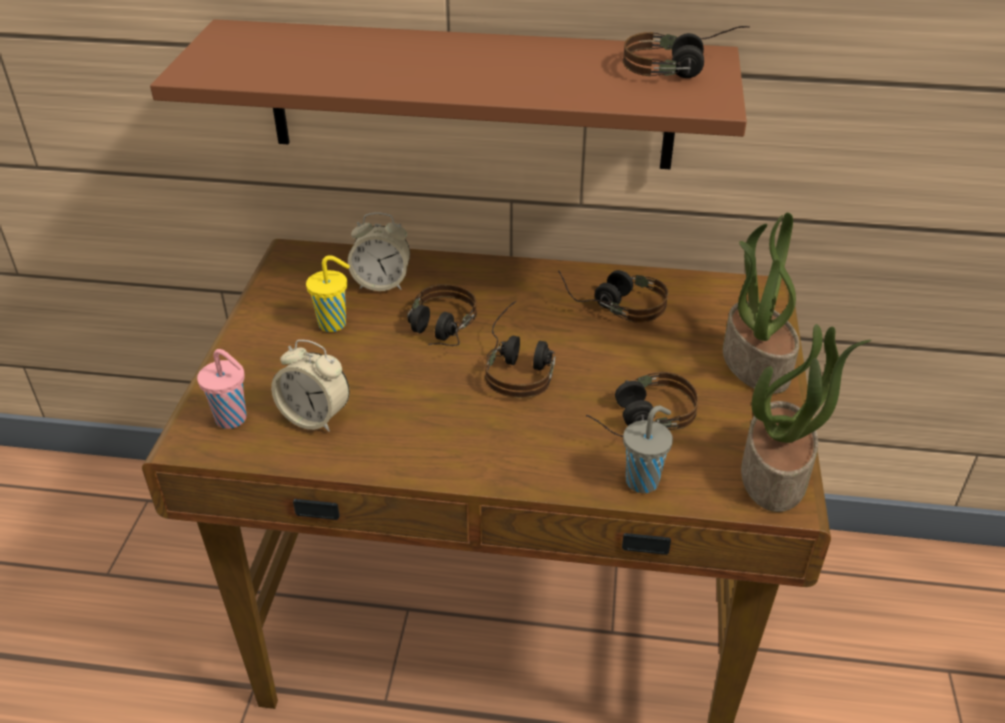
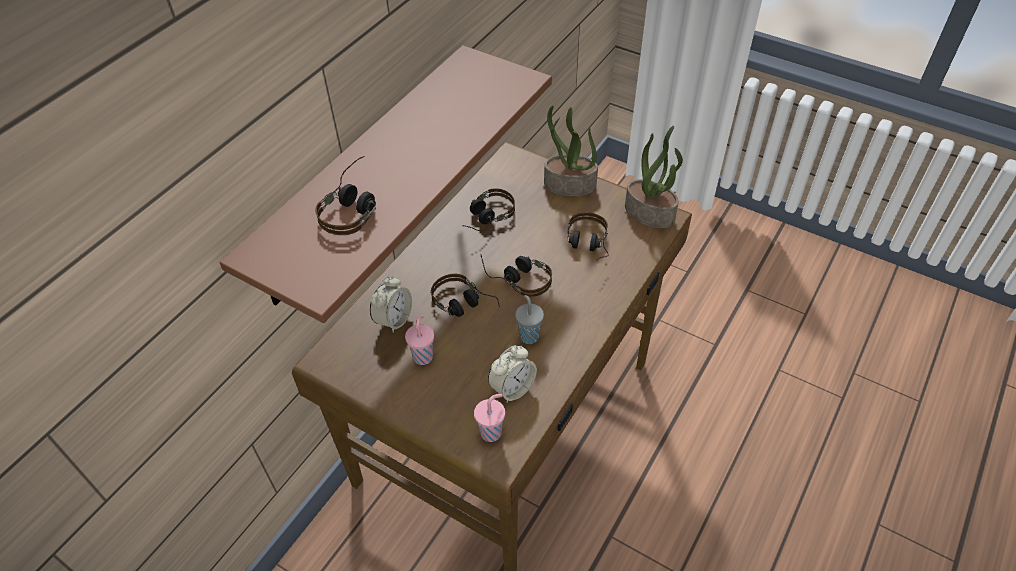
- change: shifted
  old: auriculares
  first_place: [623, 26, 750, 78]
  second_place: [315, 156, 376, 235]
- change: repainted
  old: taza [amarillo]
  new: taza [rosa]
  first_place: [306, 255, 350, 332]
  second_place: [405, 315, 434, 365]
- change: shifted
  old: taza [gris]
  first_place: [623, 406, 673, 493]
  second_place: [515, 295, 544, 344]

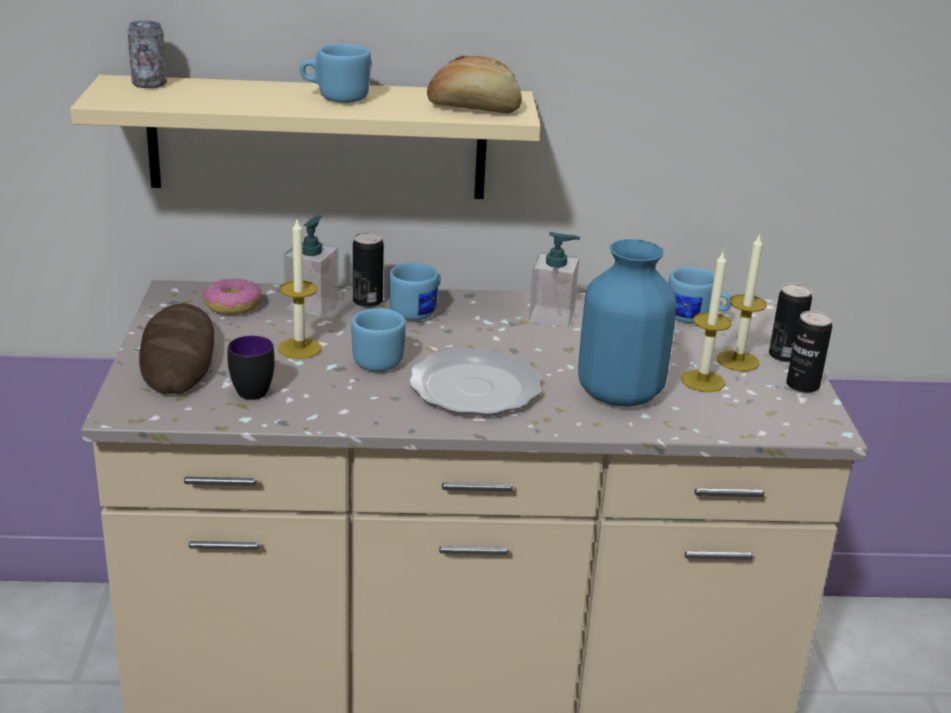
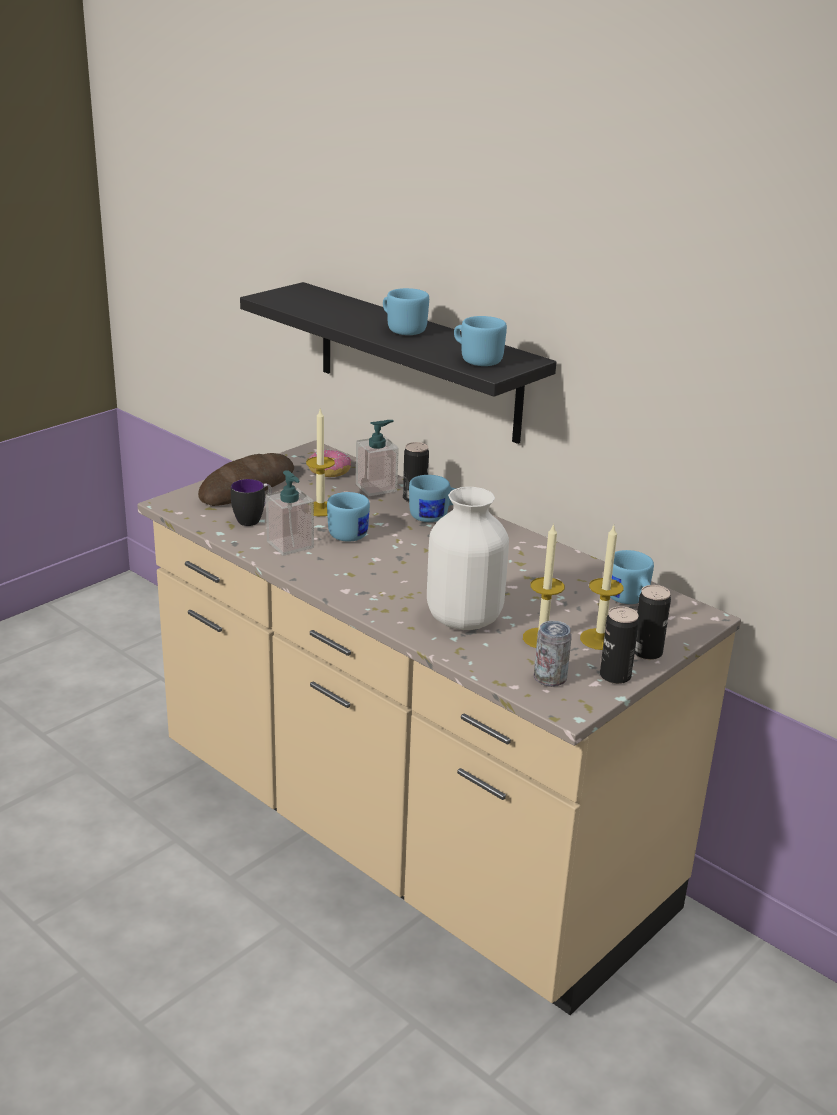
- change: repainted
  old: estante [beis]
  new: estante [negro]
  first_place: [70, 75, 541, 199]
  second_place: [240, 282, 556, 444]
- change: shifted
  old: dispensador de jabón
  first_place: [529, 232, 580, 327]
  second_place: [266, 470, 314, 556]
- change: repainted
  old: florero [azul]
  new: florero [blanco]
  first_place: [578, 239, 677, 407]
  second_place: [427, 487, 509, 630]
- change: swapped
  old: pan
  new: taza grande [azul]
  first_place: [427, 56, 522, 113]
  second_place: [454, 316, 507, 366]
- change: shifted
  old: lata
  first_place: [127, 20, 167, 88]
  second_place: [534, 621, 572, 687]
- change: gone
  old: plato
  first_place: [409, 348, 541, 415]

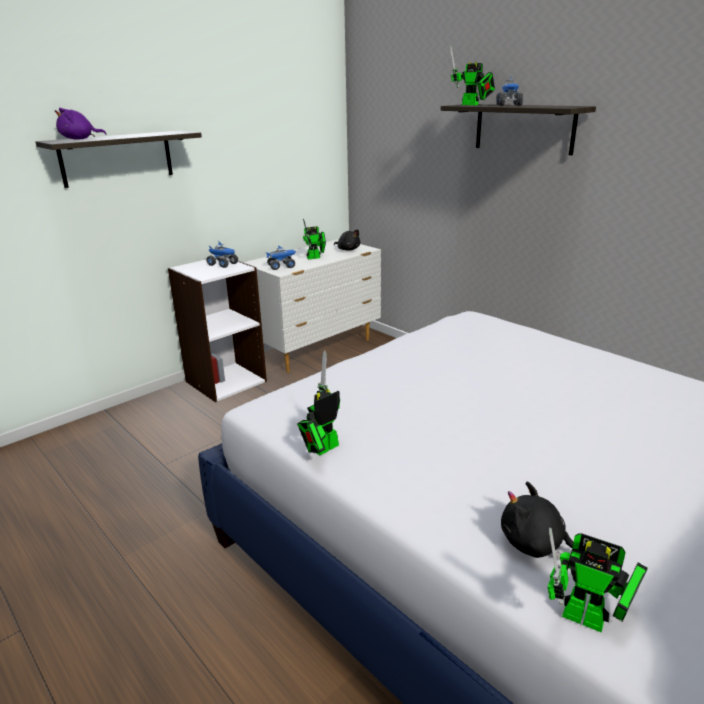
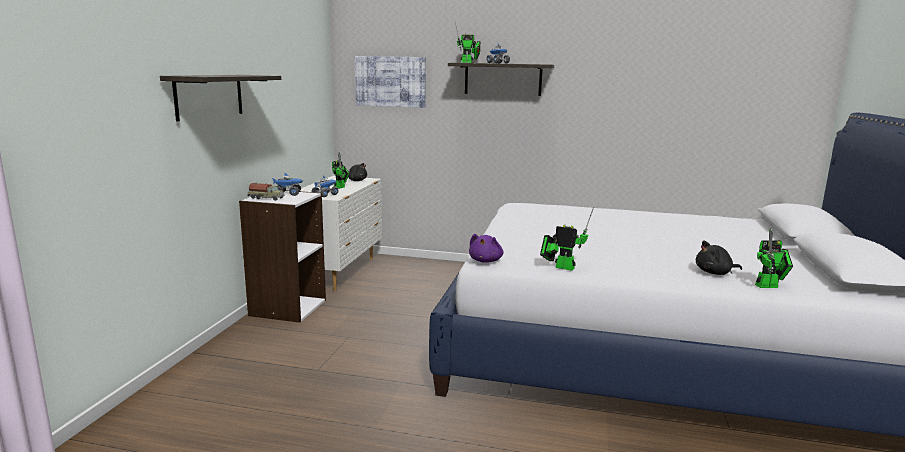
- change: new
  new: camión de juguete
  second_place: [247, 183, 285, 201]
- change: new
  new: cuadro
  second_place: [355, 56, 426, 108]
- change: shifted
  old: peluche [morado]
  first_place: [55, 108, 106, 139]
  second_place: [469, 234, 504, 263]
- change: rotated
  old: robot de juguete
  first_place: [297, 351, 340, 456]
  second_place: [540, 207, 594, 271]
  degrees: 105

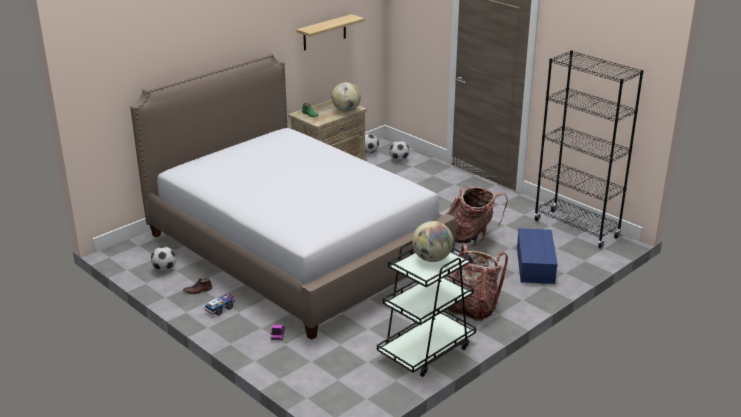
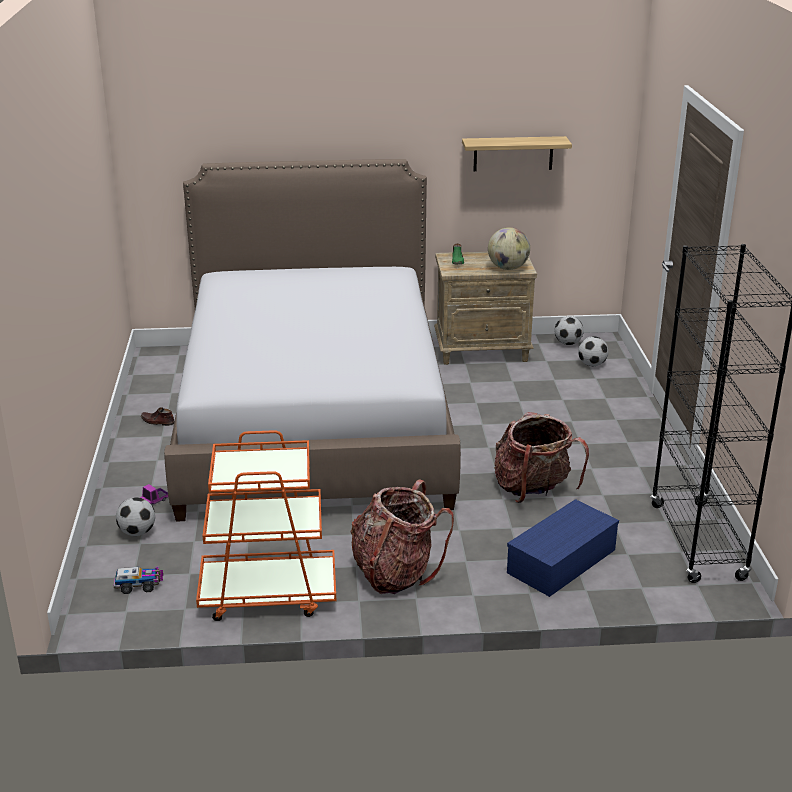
- change: shifted
  old: camión de juguete
  first_place: [205, 294, 235, 316]
  second_place: [114, 567, 163, 594]
- change: shifted
  old: balón de fútbol
  first_place: [151, 246, 176, 271]
  second_place: [116, 497, 155, 536]
- change: repainted
  old: carrito [negro]
  new: carrito [naranja]
  first_place: [377, 241, 476, 377]
  second_place: [196, 430, 336, 621]
- change: gone
  old: globo terráqueo
  first_place: [412, 221, 453, 262]

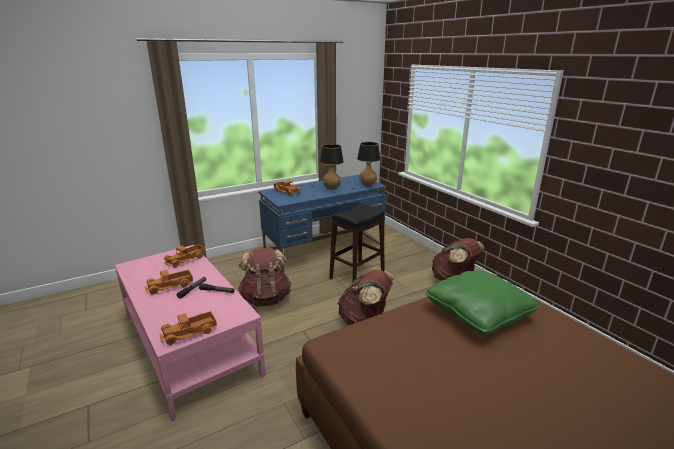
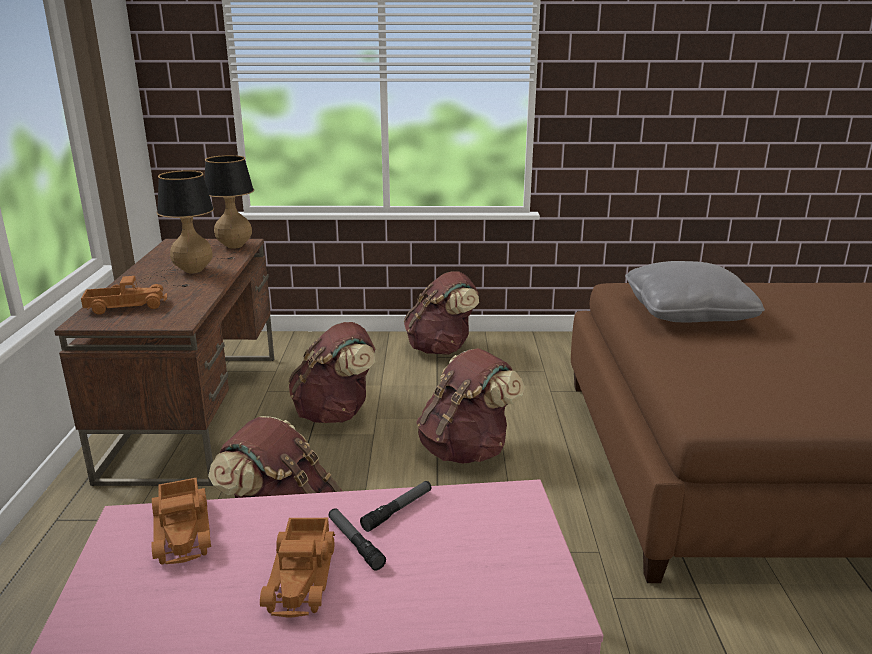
- change: repainted
  old: escritorio [azul]
  new: escritorio [marrón]
  first_place: [258, 174, 387, 273]
  second_place: [54, 239, 274, 486]
- change: swapped
  old: taburete [negro]
  new: mochila [marrón]
  first_place: [329, 204, 384, 281]
  second_place: [288, 322, 375, 423]
- change: repainted
  old: cojín [verde]
  new: cojín [gris]
  first_place: [425, 270, 540, 335]
  second_place: [625, 261, 765, 322]
- change: gone
  old: camión de juguete
  first_place: [160, 311, 217, 345]

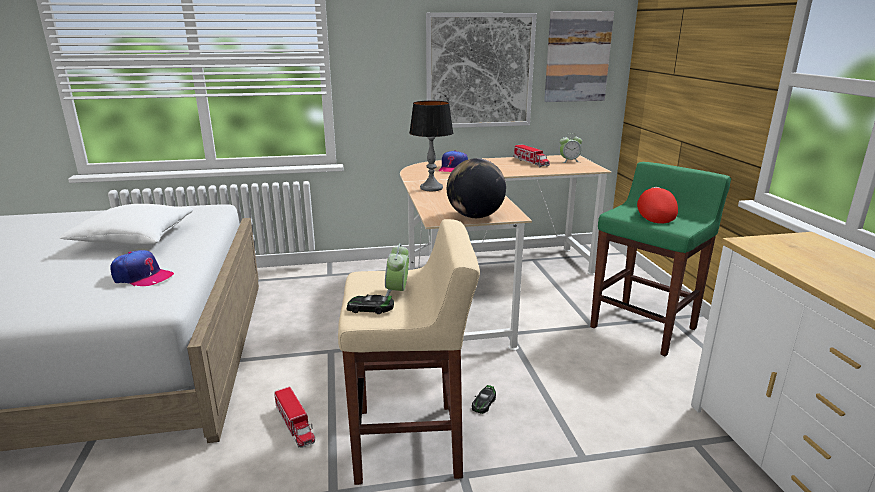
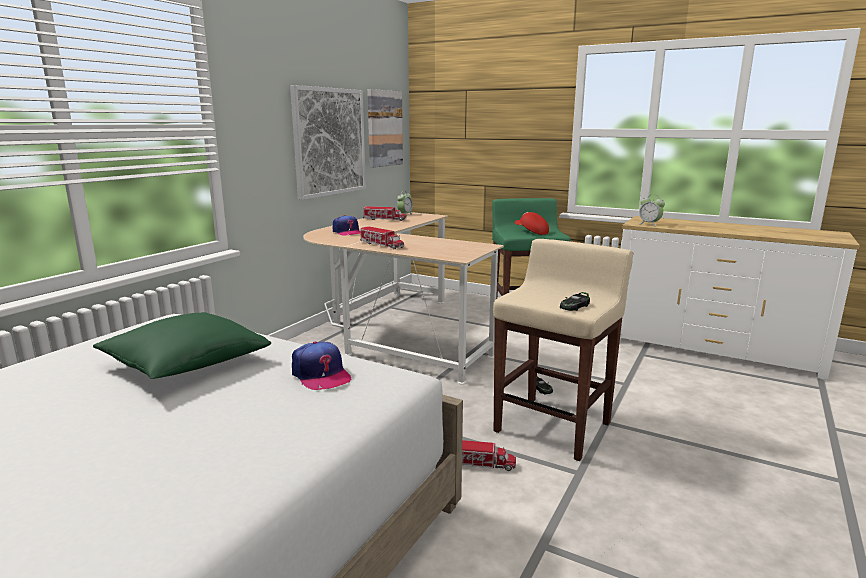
- change: repainted
  old: cojín [blanco]
  new: cojín [verde]
  first_place: [60, 204, 193, 245]
  second_place: [93, 312, 271, 379]
- change: rotated
  old: gorra
  first_place: [110, 250, 174, 286]
  second_place: [292, 341, 352, 390]
  degrees: 90
- change: swapped
  old: lámpara de mesa
  new: camión de juguete
  first_place: [409, 101, 453, 191]
  second_place: [360, 226, 404, 249]
- change: shifted
  old: despertador
  first_place: [385, 243, 409, 297]
  second_place: [639, 194, 665, 226]
- change: gone
  old: globo terráqueo
  first_place: [447, 158, 506, 218]

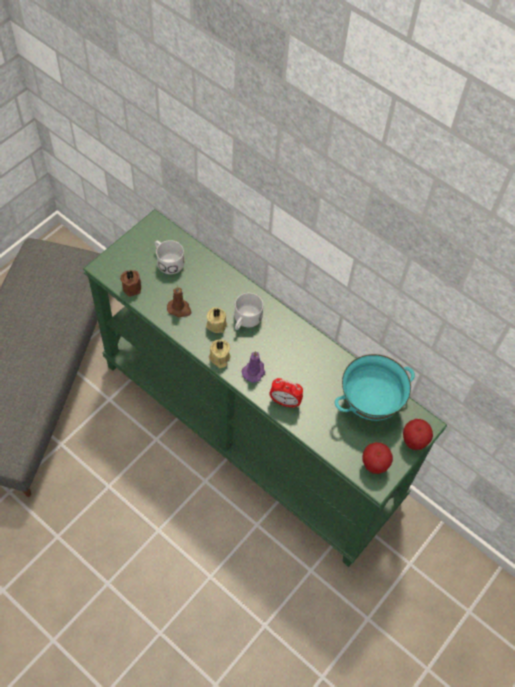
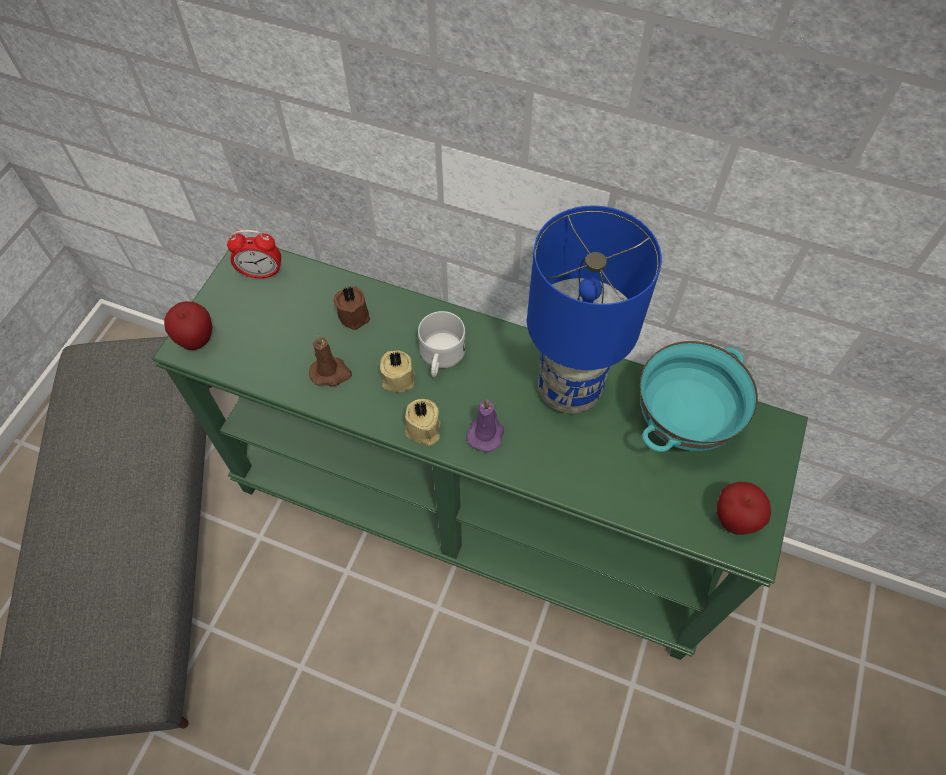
- change: shifted
  old: manzana
  first_place: [403, 419, 433, 450]
  second_place: [164, 301, 212, 350]
- change: shifted
  old: despertador
  first_place: [269, 378, 303, 408]
  second_place: [227, 230, 281, 278]
- change: shifted
  old: vela [marrón]
  first_place: [120, 270, 141, 296]
  second_place: [333, 286, 370, 330]
- change: new
  new: lámpara de mesa [azul]
  second_place: [527, 205, 662, 414]
- change: gone
  old: taza grande [blanco]
  first_place: [155, 240, 184, 274]

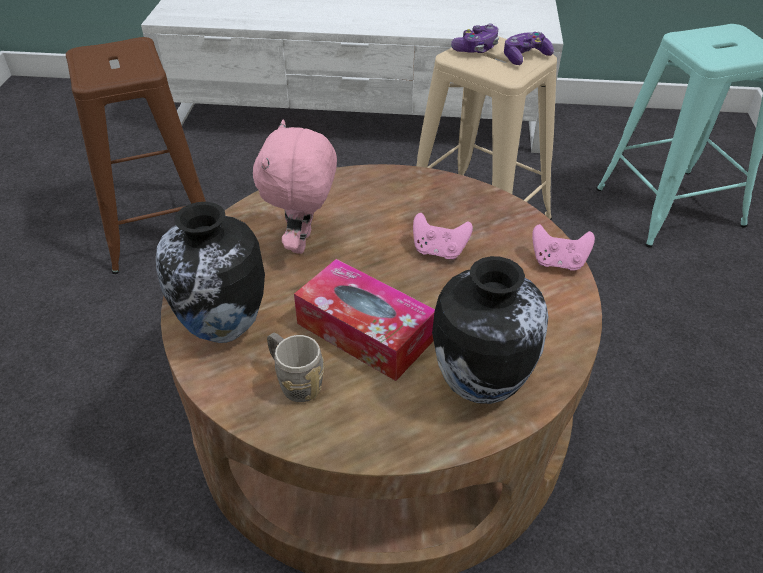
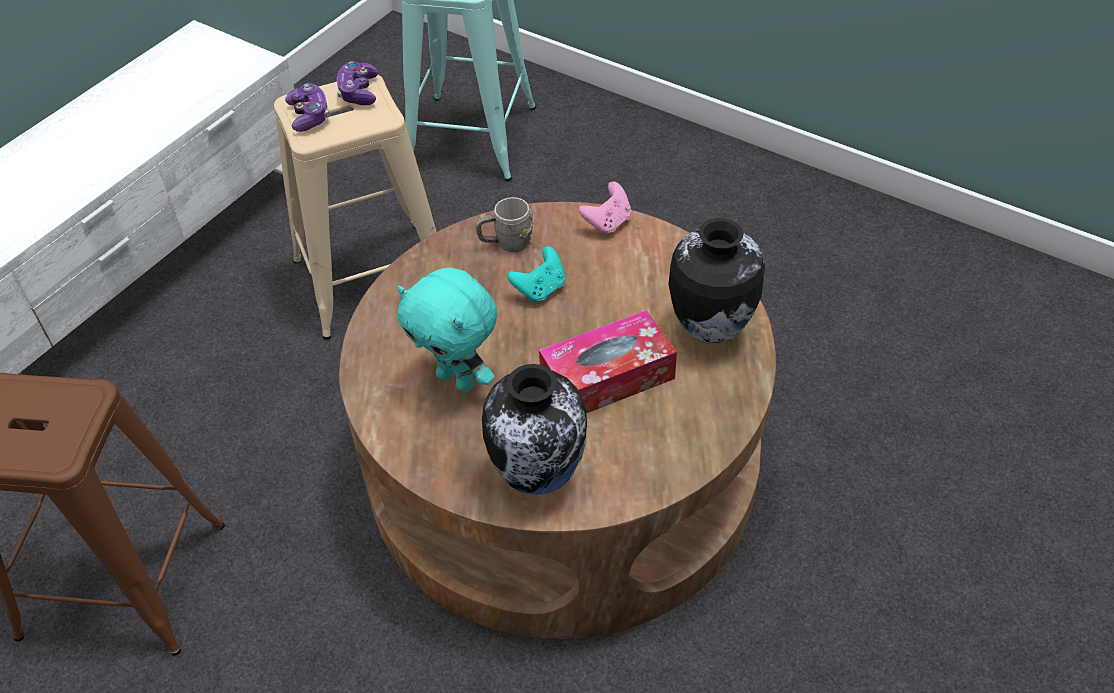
- change: repainted
  old: peluche [rosa]
  new: peluche [turquesa]
  first_place: [253, 119, 337, 254]
  second_place: [397, 268, 497, 392]
- change: shifted
  old: taza grande [gris]
  first_place: [267, 333, 324, 402]
  second_place: [476, 197, 533, 252]
- change: repainted
  old: mando de consola [rosa]
  new: mando de consola [turquesa]
  first_place: [413, 213, 473, 260]
  second_place: [507, 246, 565, 303]

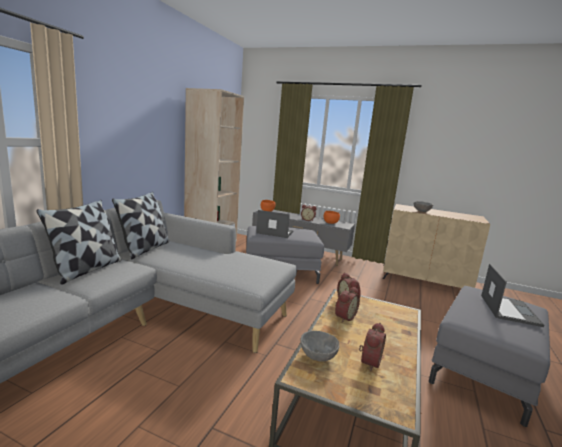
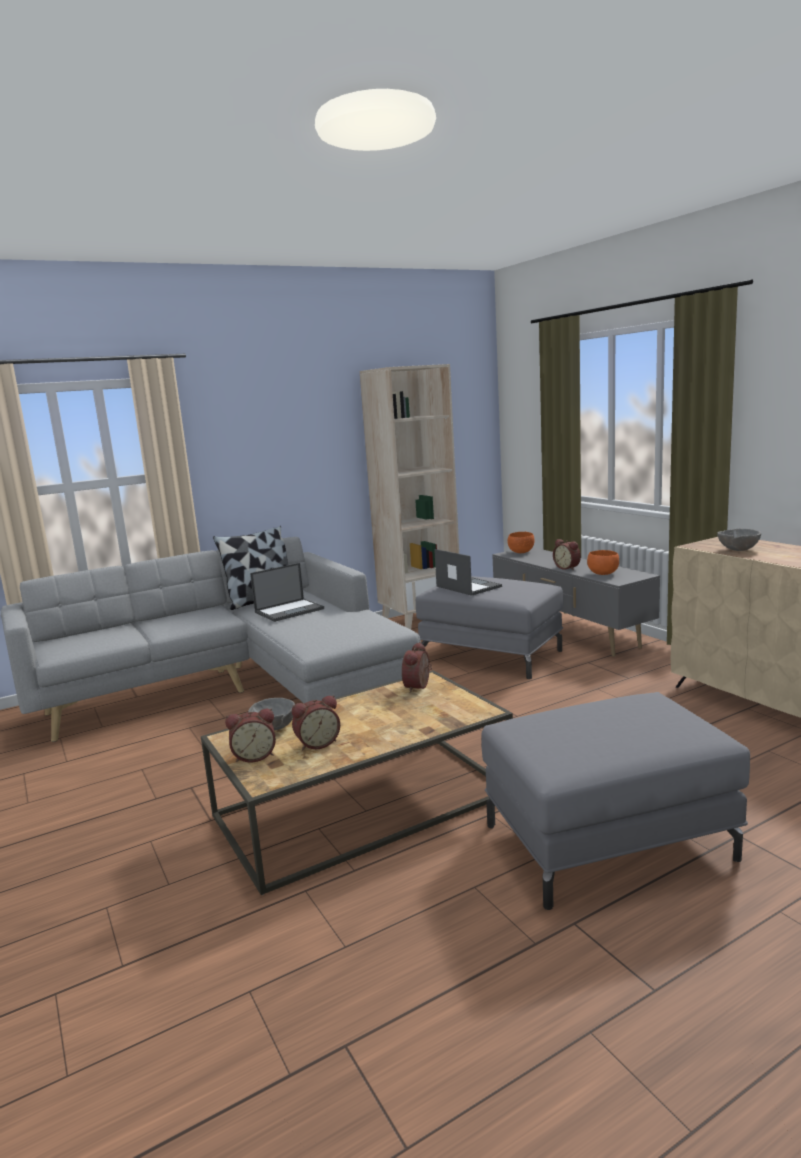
- change: shifted
  old: despertador
  first_place: [335, 287, 360, 323]
  second_place: [225, 709, 276, 762]
- change: shifted
  old: portátil
  first_place: [481, 264, 544, 327]
  second_place: [250, 563, 324, 622]
- change: gone
  old: cojín
  first_place: [36, 200, 121, 285]

